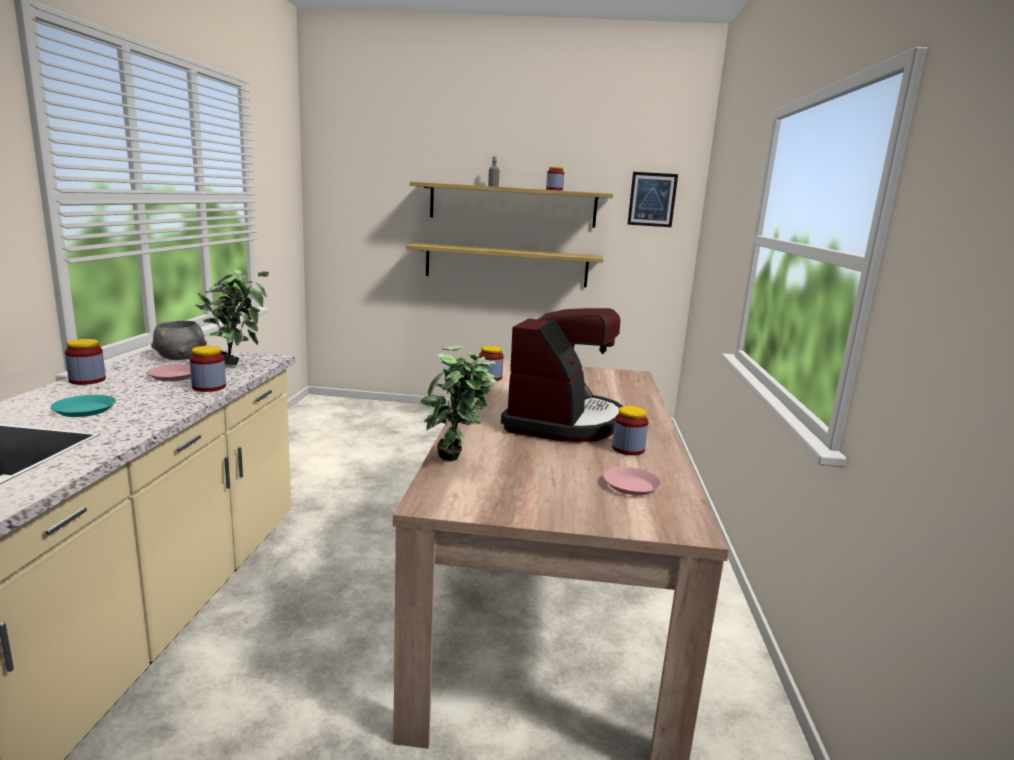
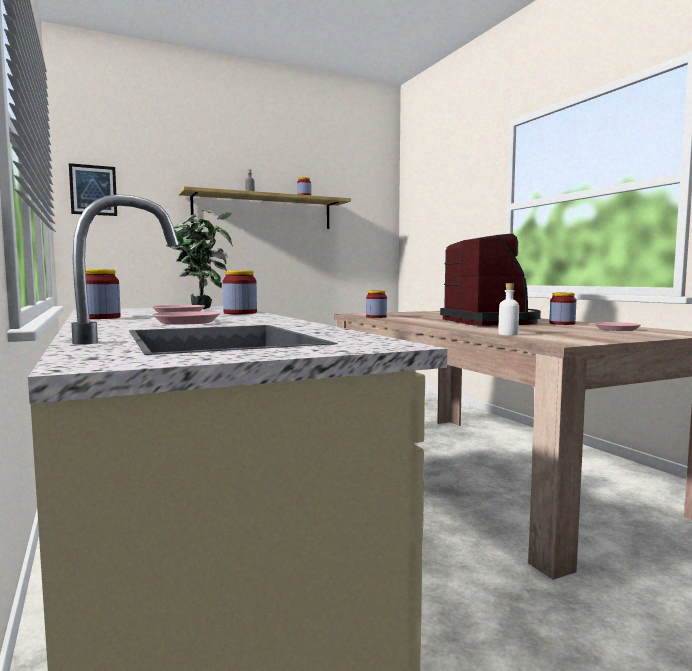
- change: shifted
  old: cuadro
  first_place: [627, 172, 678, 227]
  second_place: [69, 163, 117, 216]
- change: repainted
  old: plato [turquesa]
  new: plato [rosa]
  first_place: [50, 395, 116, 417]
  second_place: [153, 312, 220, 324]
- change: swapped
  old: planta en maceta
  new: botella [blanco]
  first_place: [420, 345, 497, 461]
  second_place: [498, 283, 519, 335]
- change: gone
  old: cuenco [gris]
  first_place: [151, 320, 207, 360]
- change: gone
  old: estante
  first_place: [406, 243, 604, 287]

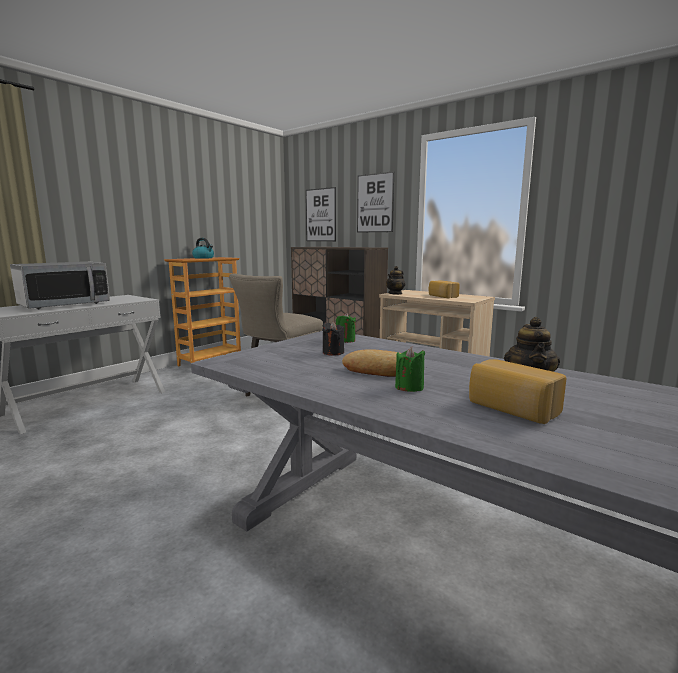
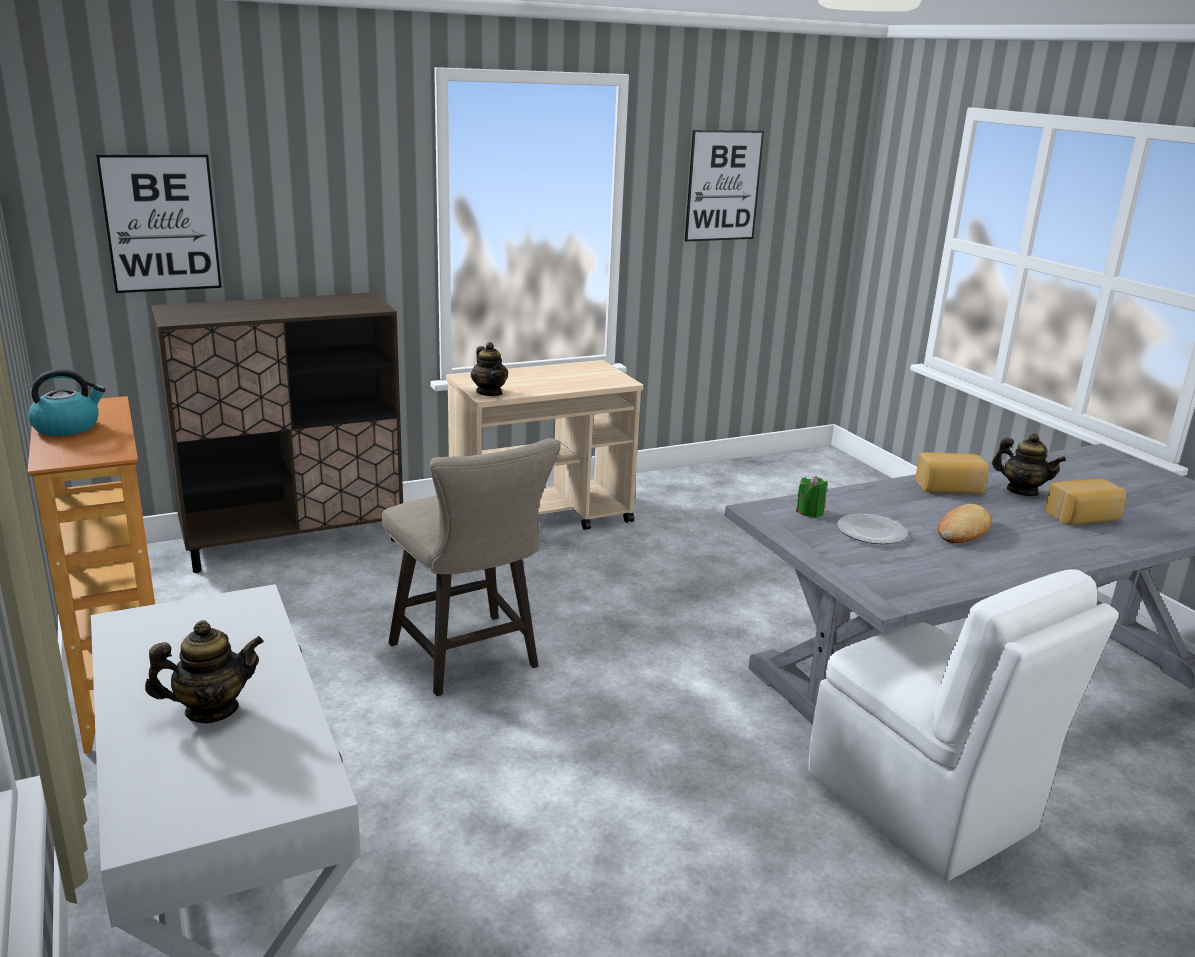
- change: swapped
  old: microondas
  new: tetera
  first_place: [10, 262, 110, 309]
  second_place: [145, 620, 264, 723]
- change: shifted
  old: cuadro
  first_place: [357, 171, 394, 233]
  second_place: [685, 130, 764, 242]
- change: new
  new: silla [blanco]
  second_place: [808, 569, 1119, 881]
- change: swapped
  old: vela [negro]
  new: plato
  first_place: [322, 321, 344, 356]
  second_place: [837, 514, 908, 544]
- change: shifted
  old: pan
  first_place: [428, 281, 460, 298]
  second_place: [916, 452, 989, 494]
- change: gone
  old: vela [verde]
  first_place: [395, 347, 425, 392]

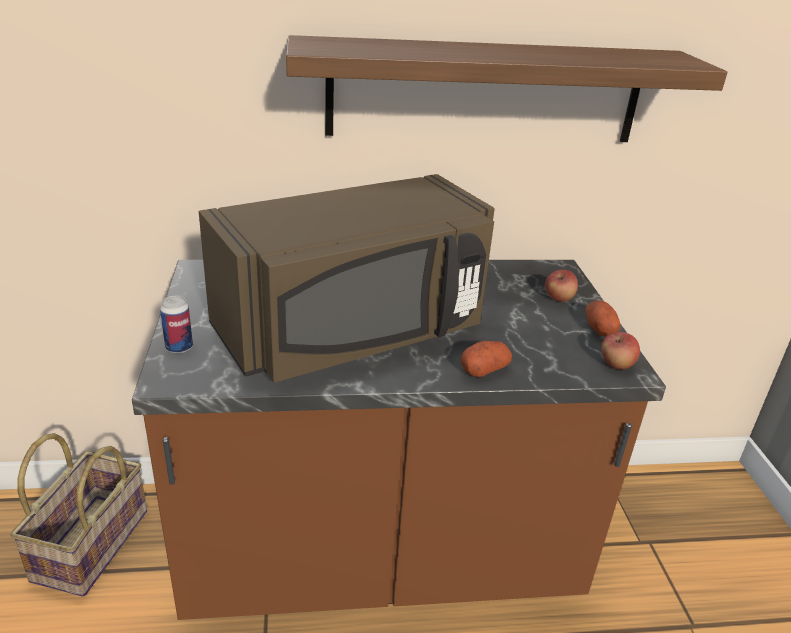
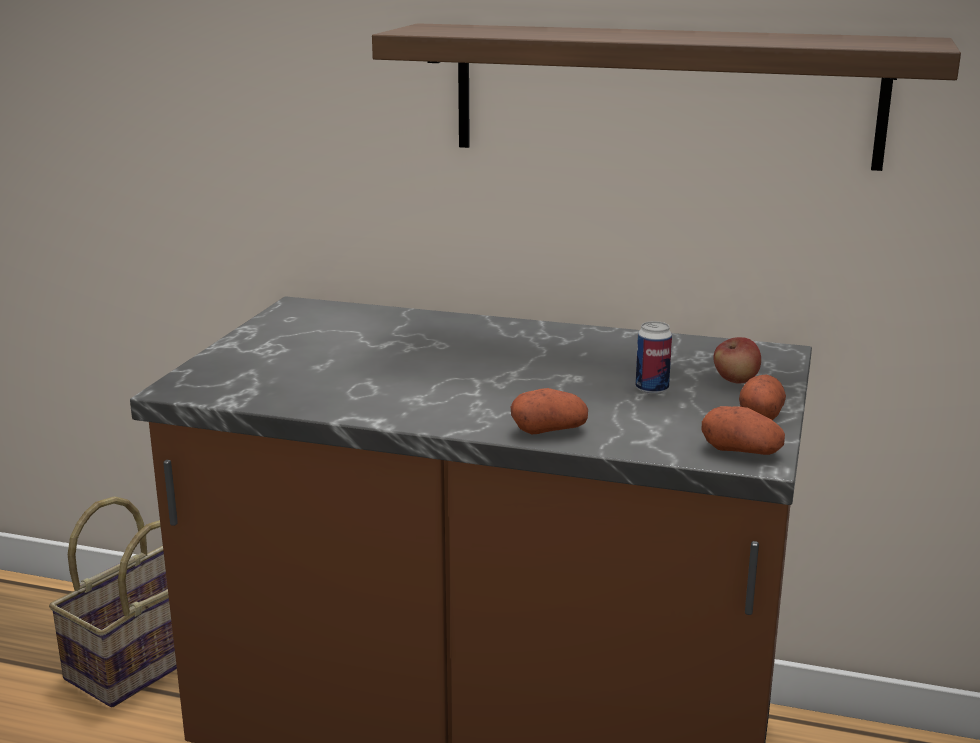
- change: shifted
  old: lata
  first_place: [160, 296, 193, 354]
  second_place: [636, 321, 672, 394]
- change: swapped
  old: manzana
  new: patata
  first_place: [601, 332, 640, 370]
  second_place: [701, 406, 785, 455]
- change: gone
  old: microondas [marrón]
  first_place: [199, 174, 495, 383]

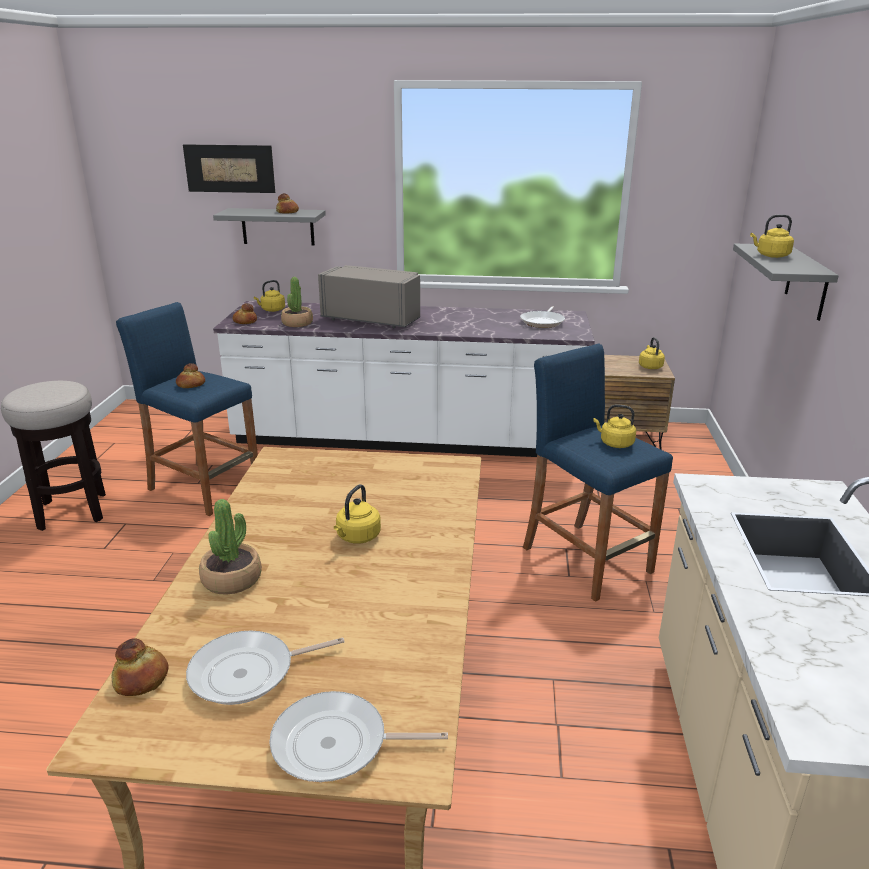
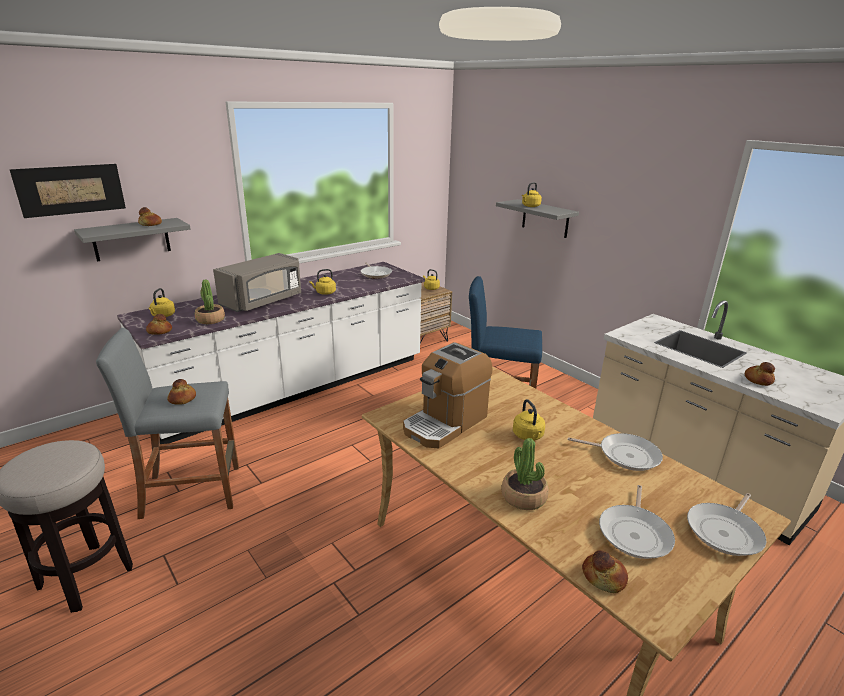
- change: repainted
  old: taburete [azul]
  new: taburete [gris]
  first_place: [116, 302, 258, 516]
  second_place: [96, 328, 239, 519]
- change: rotated
  old: microondas [gris]
  first_place: [318, 265, 420, 328]
  second_place: [213, 253, 301, 312]
  degrees: 150
- change: shifted
  old: hervidor [amarillo]
  first_place: [593, 404, 636, 448]
  second_place: [309, 269, 336, 295]
- change: new
  new: cafetera
  second_place: [403, 342, 493, 448]
- change: new
  new: sartén
  second_place: [568, 433, 663, 471]
- change: new
  new: pan
  second_place: [745, 362, 775, 386]

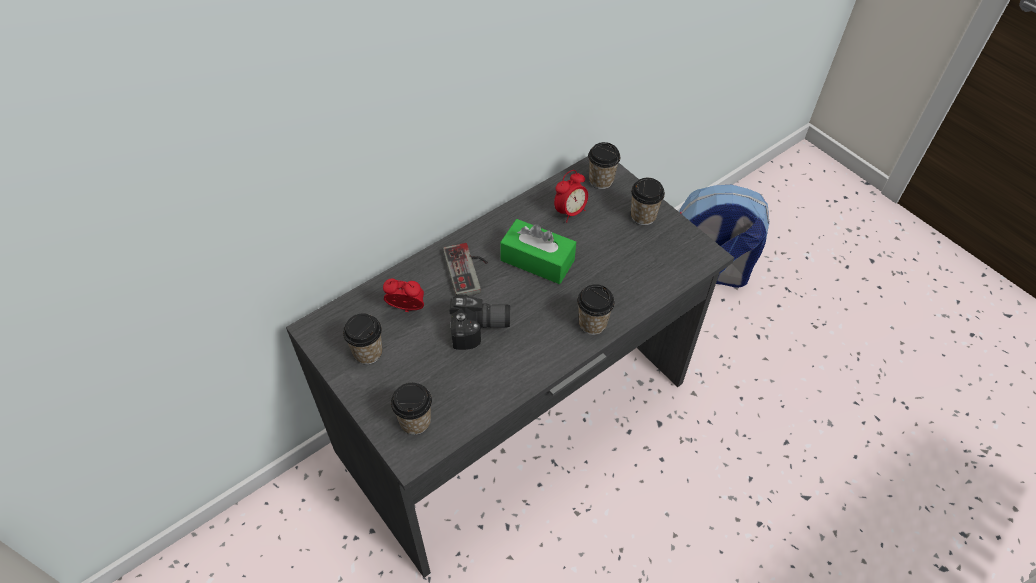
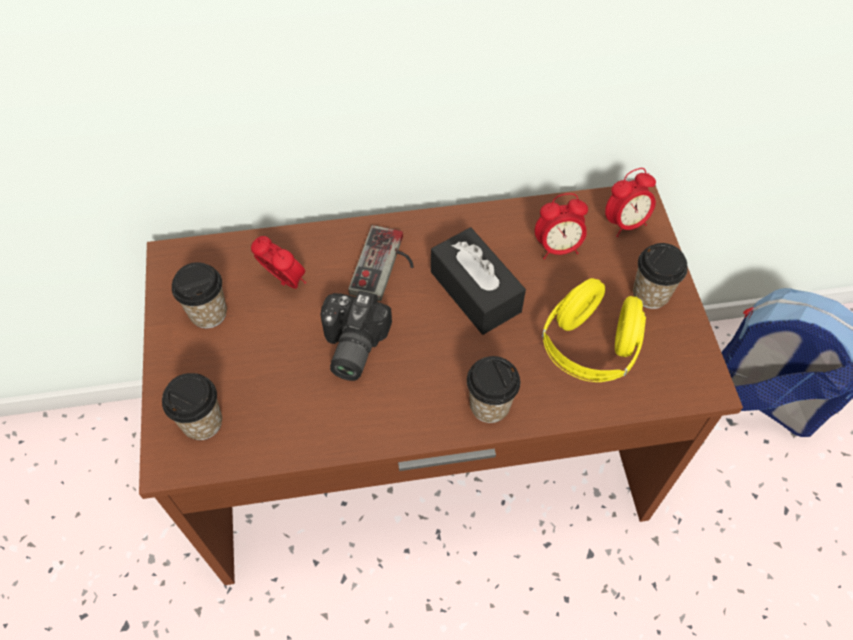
- change: repainted
  old: escritorio [gris]
  new: escritorio [marrón]
  first_place: [286, 156, 734, 578]
  second_place: [139, 185, 743, 585]
- change: rotated
  old: cámara
  first_place: [449, 294, 510, 350]
  second_place: [320, 291, 392, 381]
  degrees: 75
- change: repainted
  old: caja de pañuelos [verde]
  new: caja de pañuelos [negro]
  first_place: [500, 219, 576, 284]
  second_place: [431, 227, 526, 335]
- change: new
  new: auriculares [amarillo]
  second_place: [542, 278, 646, 382]
- change: swapped
  old: taza
  new: despertador
  first_place: [588, 142, 620, 189]
  second_place: [605, 168, 656, 237]

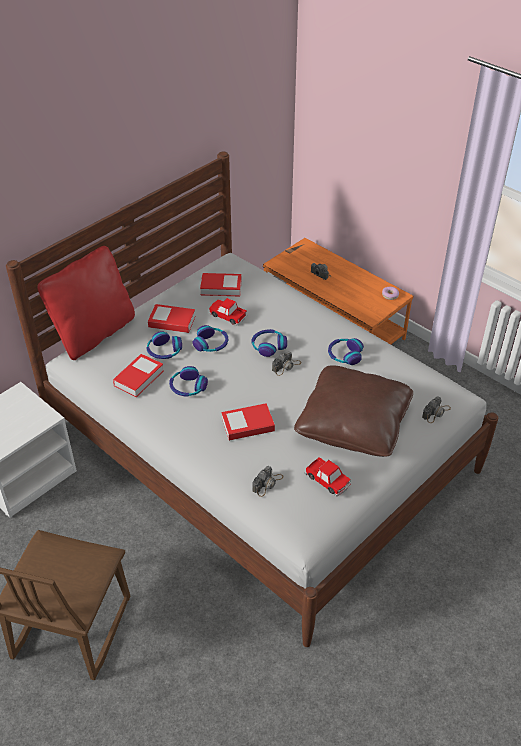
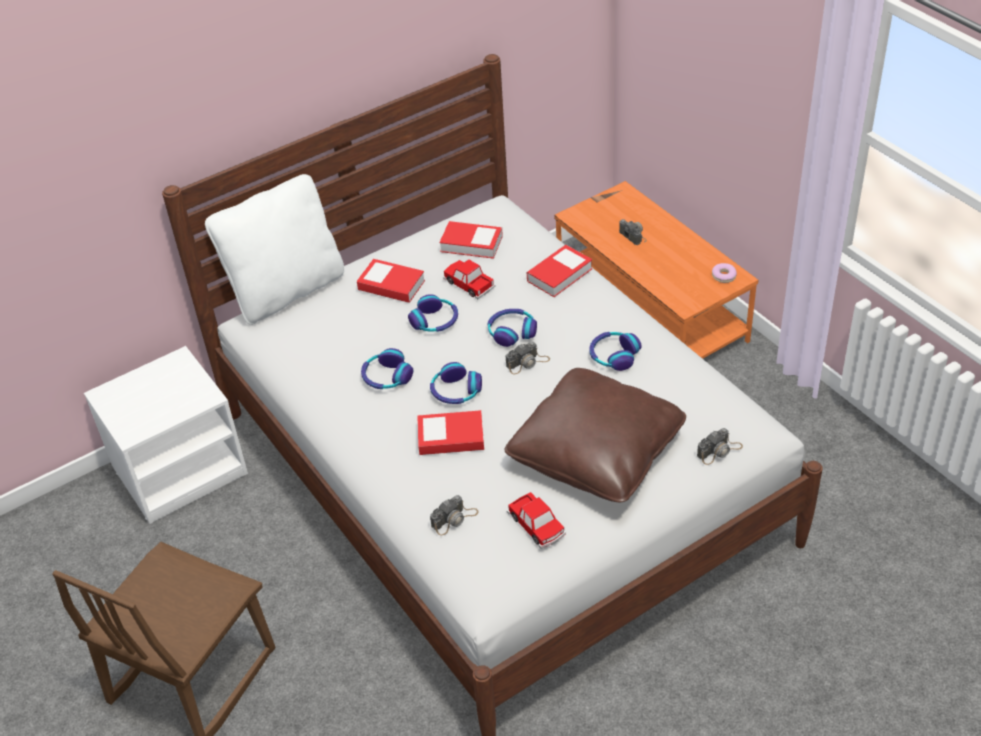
- change: repainted
  old: cojín [rojo]
  new: cojín [blanco]
  first_place: [37, 246, 135, 360]
  second_place: [205, 174, 345, 325]
- change: shifted
  old: auriculares
  first_place: [146, 331, 182, 359]
  second_place: [430, 362, 482, 404]
- change: shifted
  old: libro
  first_place: [113, 354, 164, 397]
  second_place: [527, 245, 592, 297]

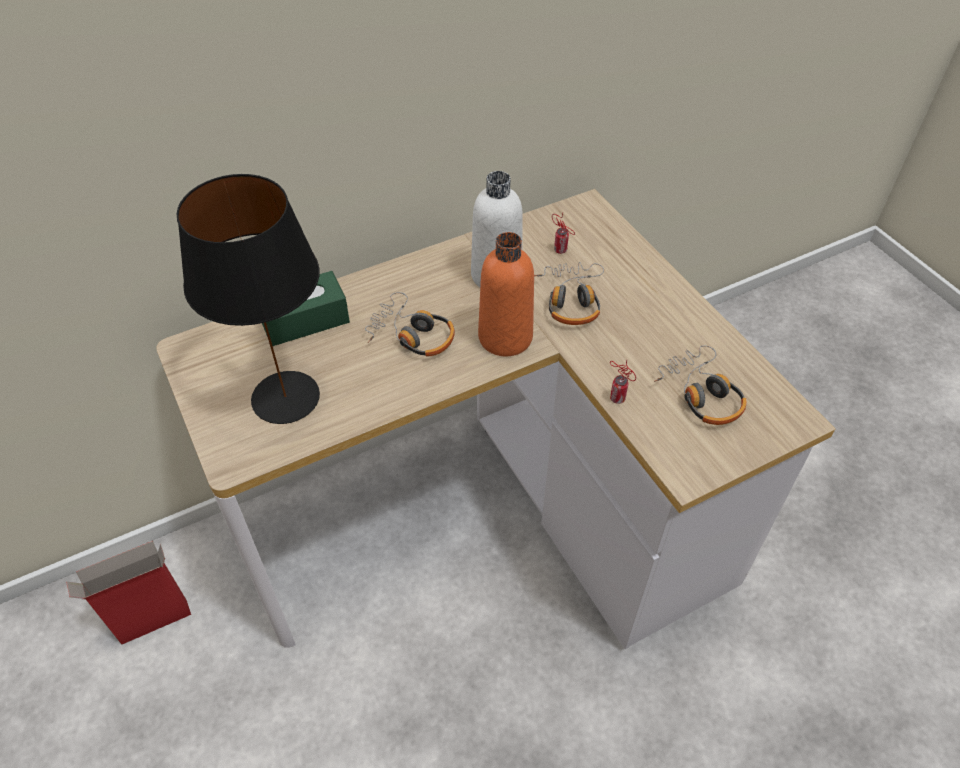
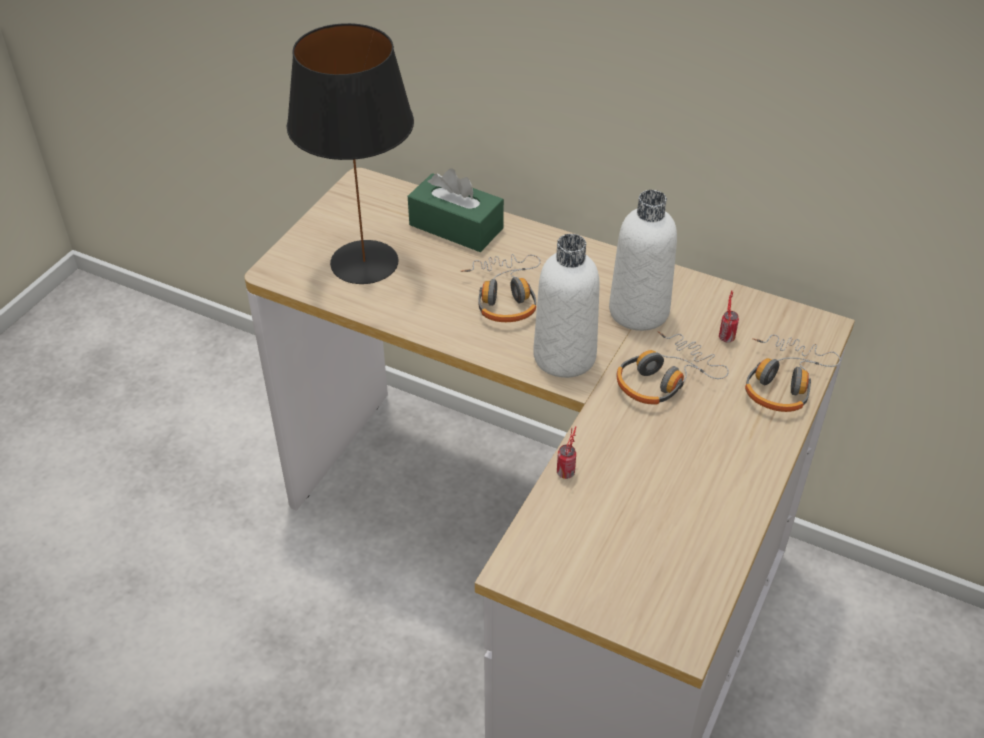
- change: repainted
  old: botella [naranja]
  new: botella [blanco]
  first_place: [478, 232, 534, 356]
  second_place: [533, 234, 600, 378]
- change: shifted
  old: auriculares
  first_place: [654, 345, 746, 425]
  second_place: [745, 334, 841, 412]
- change: gone
  old: caja de cartón
  first_place: [66, 541, 191, 645]

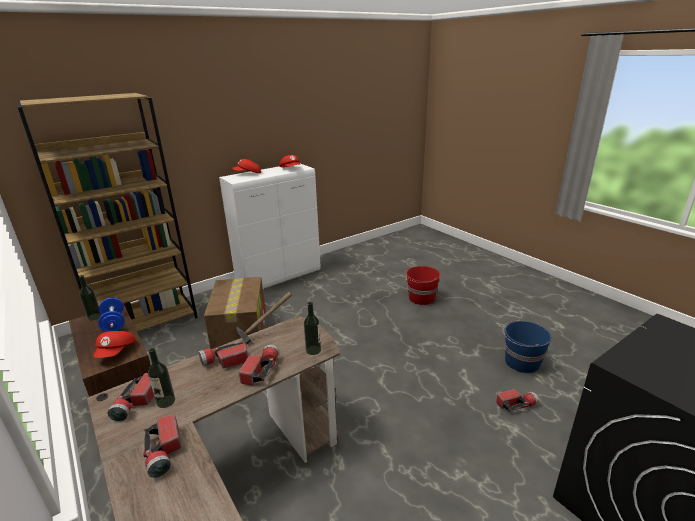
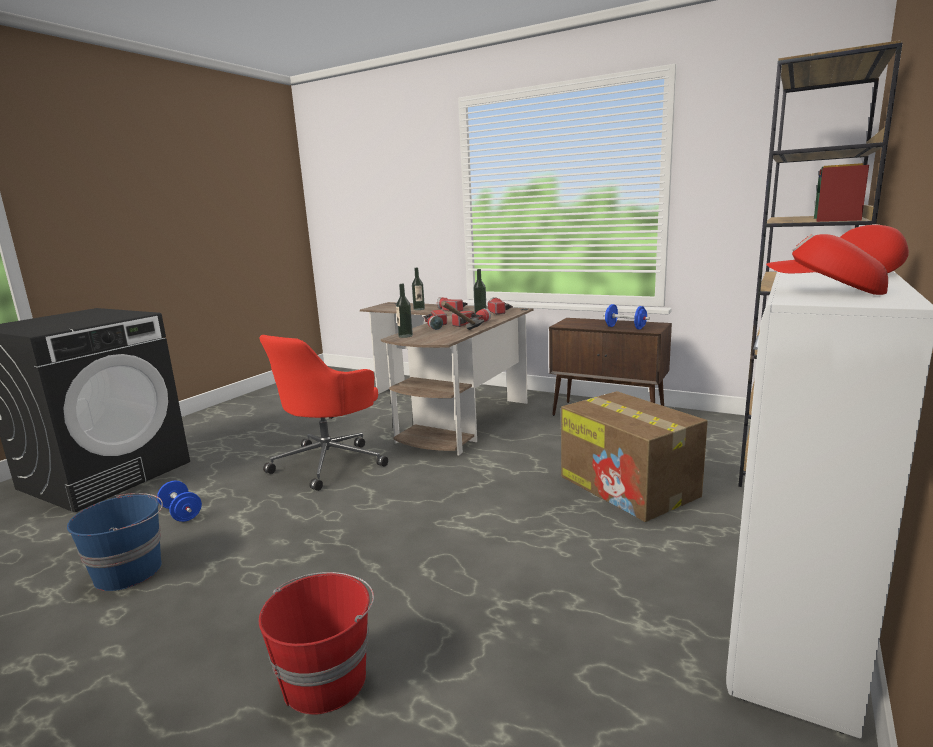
- change: swapped
  old: linterna
  new: mancuerna [azul]
  first_place: [496, 389, 539, 411]
  second_place: [157, 481, 202, 522]
- change: new
  new: silla de oficina [rojo]
  second_place: [260, 335, 388, 491]
- change: shifted
  old: botella
  first_place: [79, 275, 101, 320]
  second_place: [412, 268, 425, 310]
- change: gone
  old: gorra [rojo]
  first_place: [93, 331, 136, 358]

